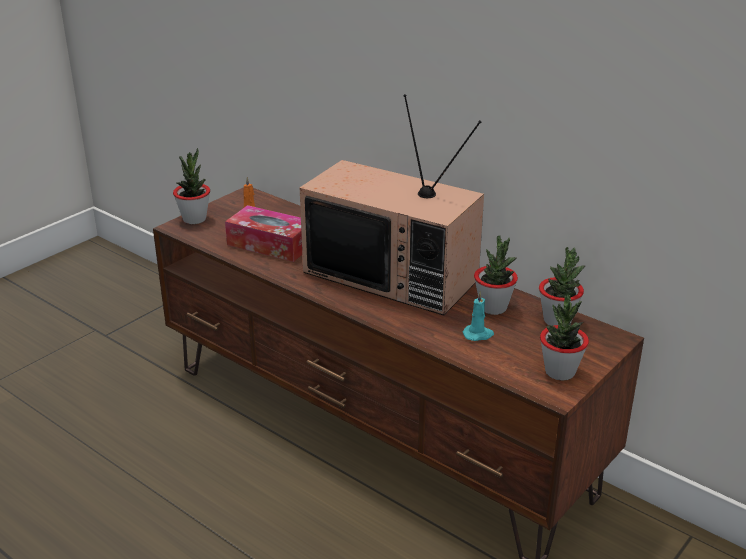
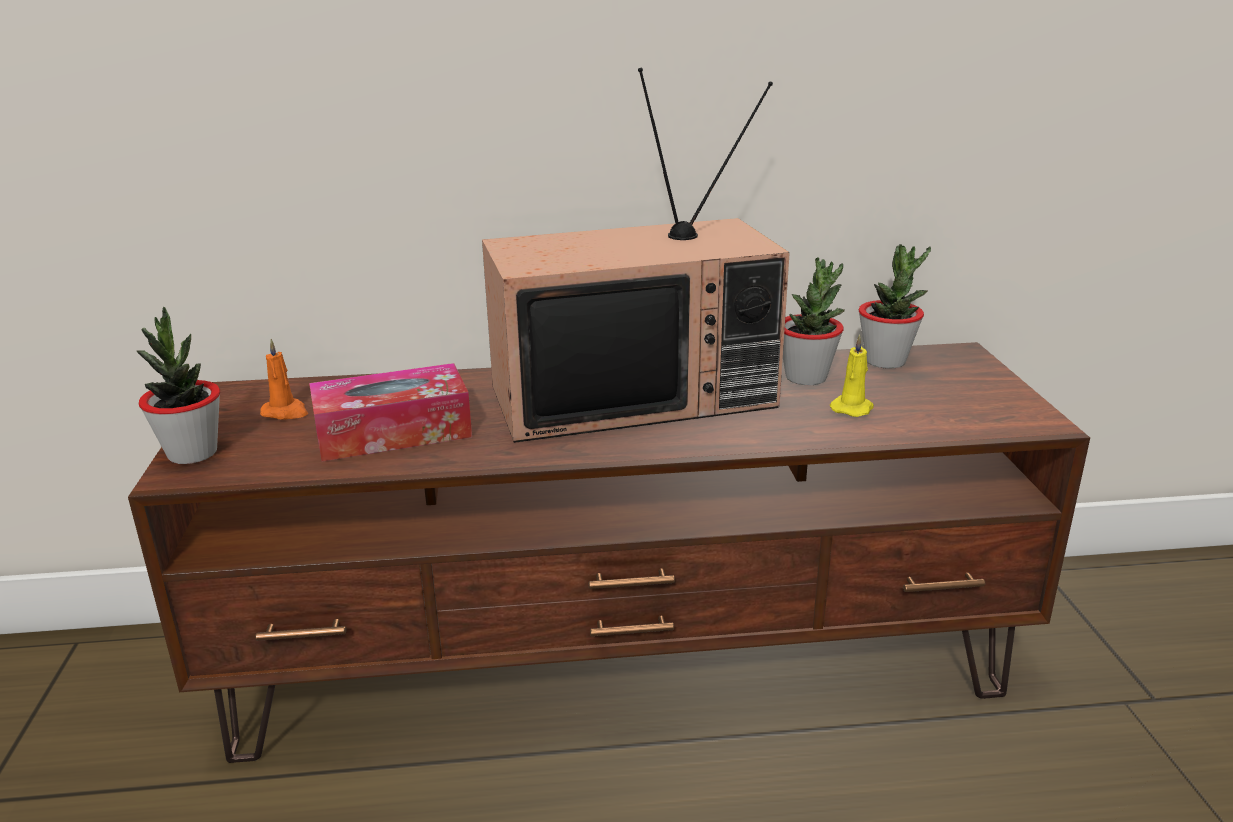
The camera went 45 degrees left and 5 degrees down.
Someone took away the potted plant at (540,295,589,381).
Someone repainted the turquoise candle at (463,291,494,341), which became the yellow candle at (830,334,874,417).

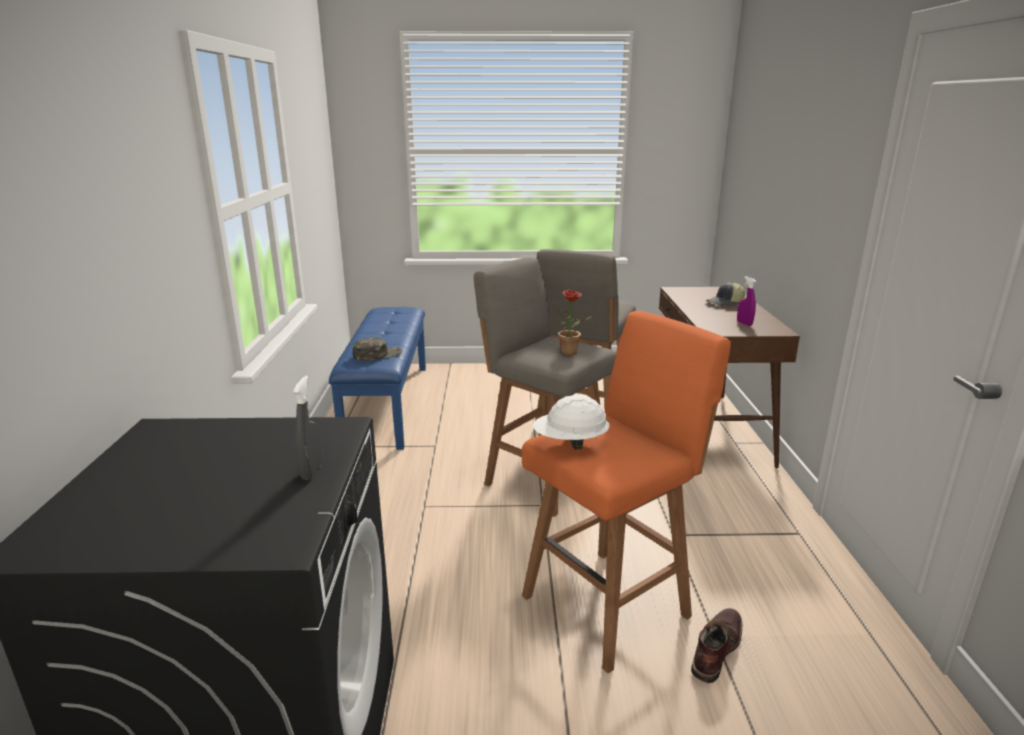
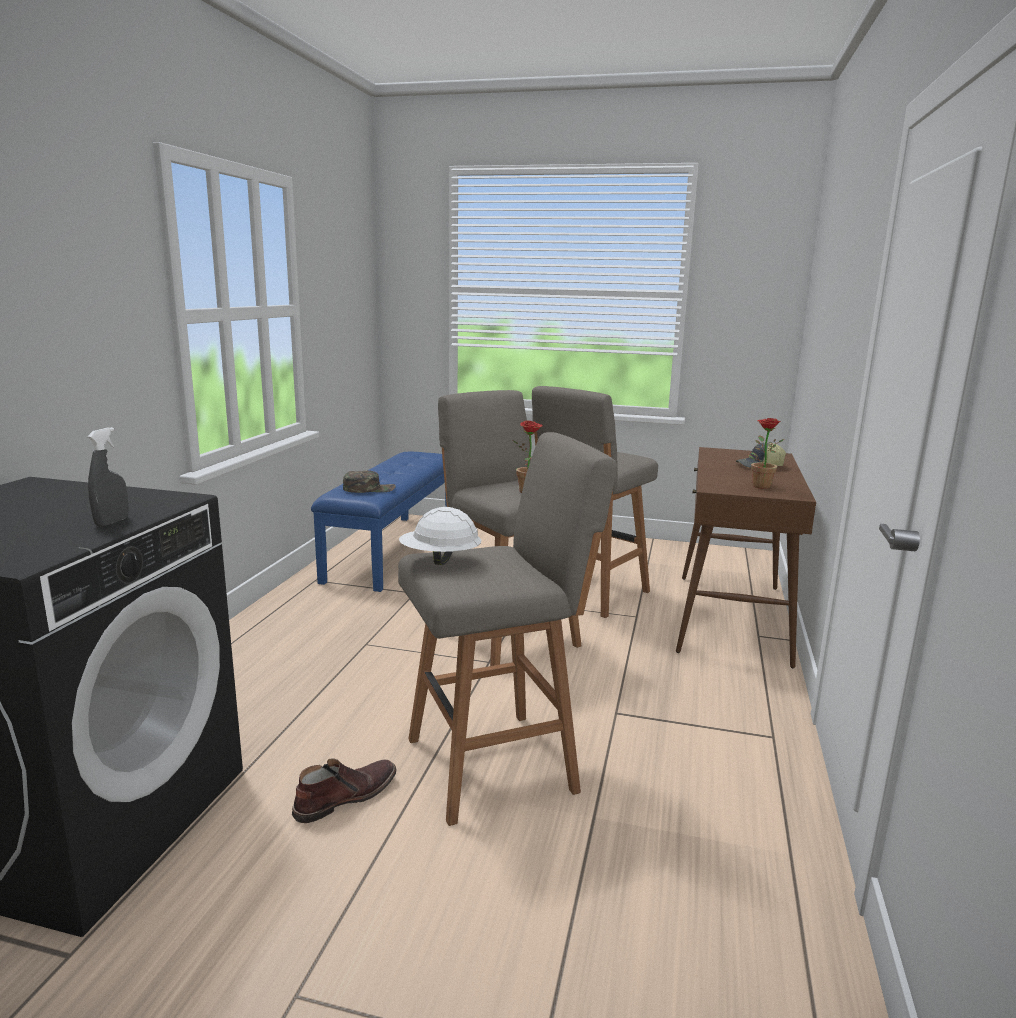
The camera went 15 degrees right and 5 degrees down.
Someone carried the brown boot from (691,608,742,683) to (292,758,396,823).
Someone swapped the purple spray bottle at (737,276,756,326) for the potted plant at (748,418,784,489).
Someone repainted the orange stool at (522,311,731,673), which became the grey stool at (398,432,617,826).

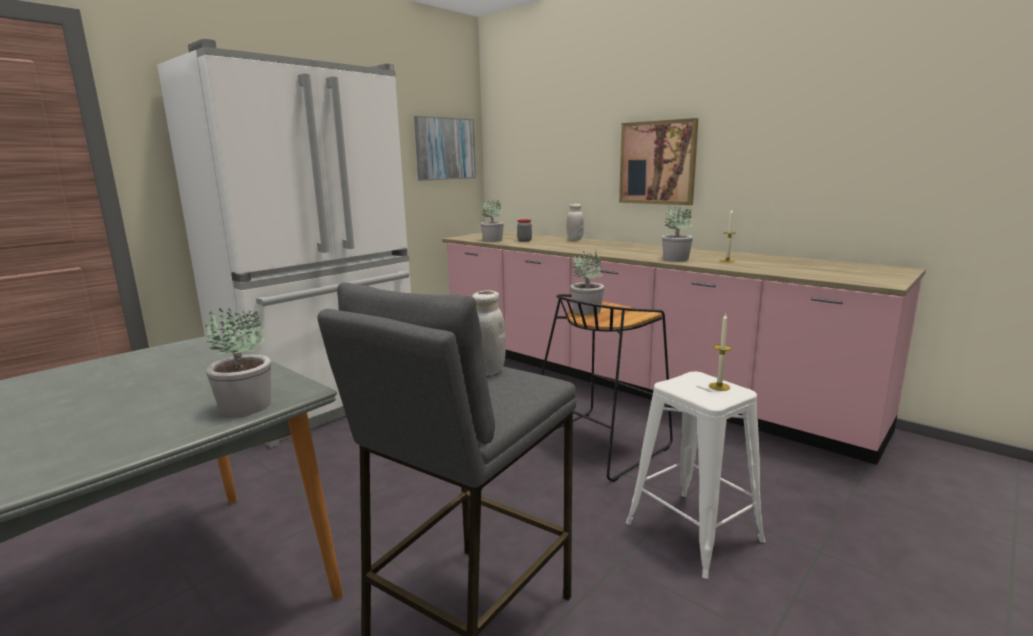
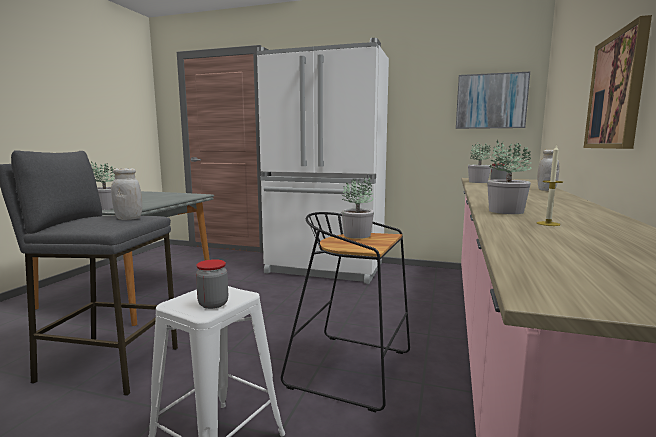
The camera went 65 degrees right and 5 degrees down.
Someone swapped the candle at (709,314,732,391) for the jar at (196,259,228,309).

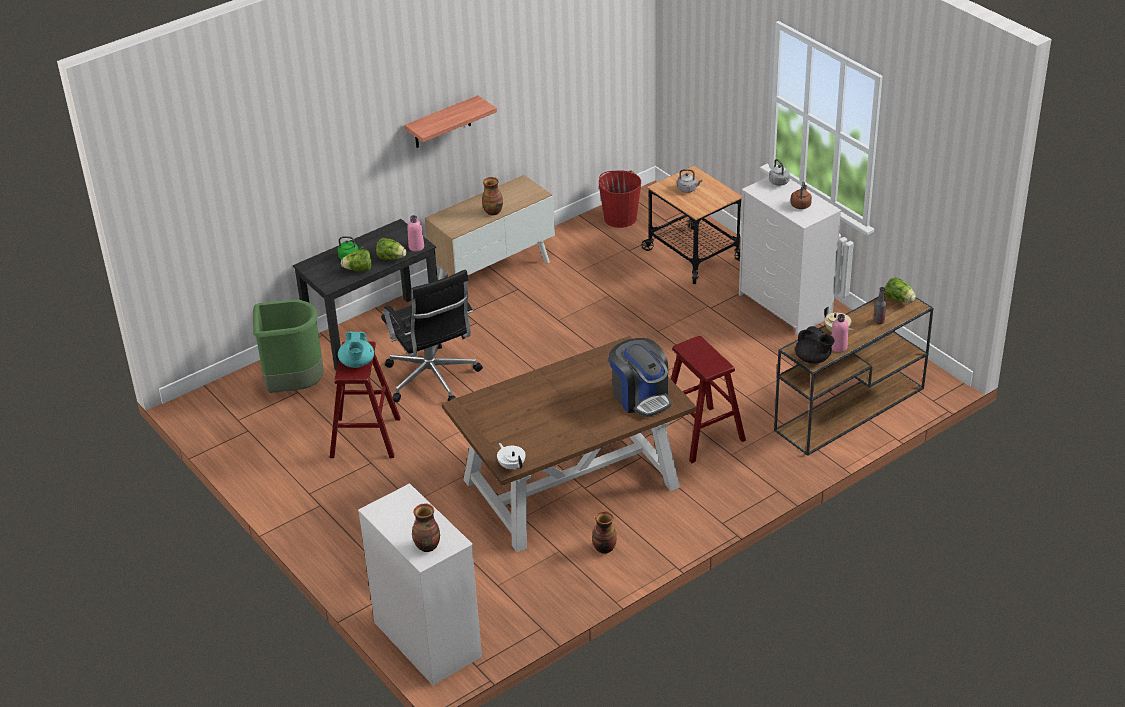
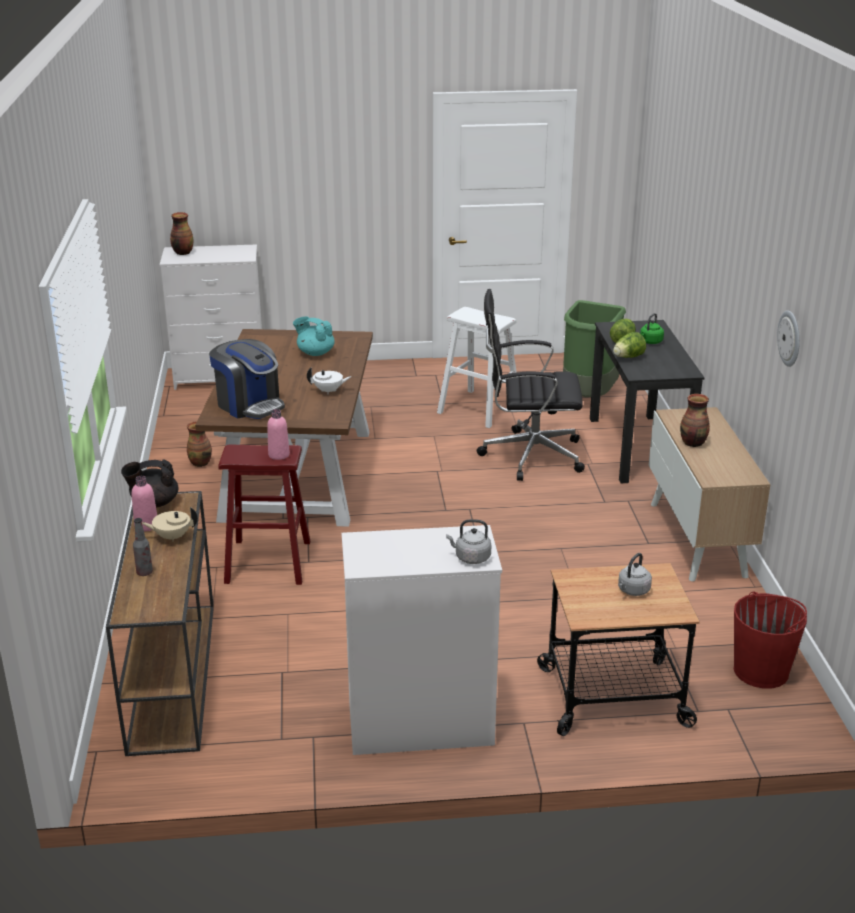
The camera went 120 degrees right and 10 degrees down.
Someone took away the shelf at (404,95,497,148).
Someone took away the brown kettle at (790,182,812,209).
Someone took away the lettuce at (885,277,916,302).
Someone put up the wall clock at (777,310,800,367).
Someone carried the turquoise teapot from (338,331,374,368) to (293,316,335,356).
Someone carried the pink bottle from (407,215,424,251) to (267,409,290,460).
Someone carried the white teapot from (497,443,525,470) to (307,367,351,393).
Someone repainted the red stool at (330,341,401,458), which became the white stool at (437,307,517,428).
Someone rotated the coffee machine at (609,338,671,417) by 135 degrees counterclockwise.

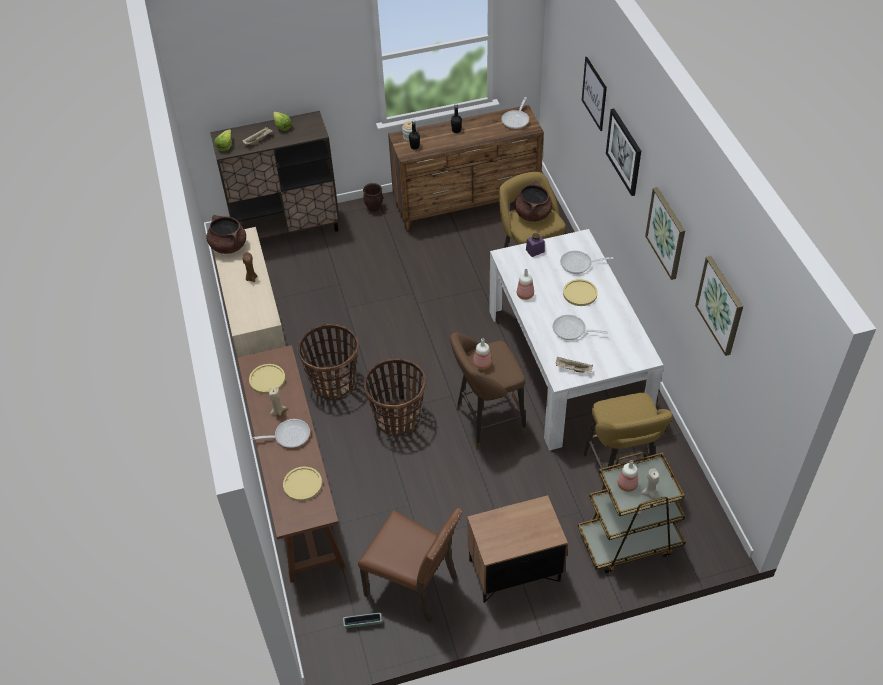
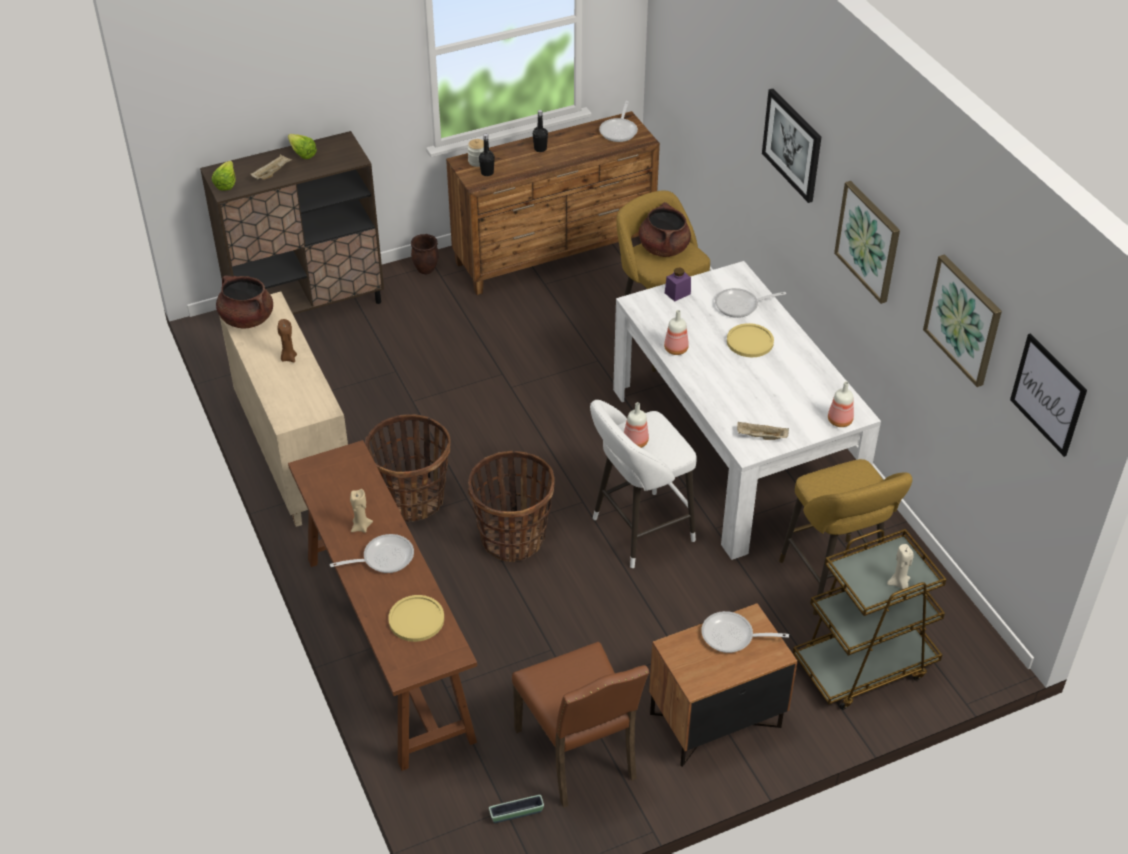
The camera went 10 degrees left and 5 degrees down.
Someone took away the yellow plate at (249,364,286,394).
Someone carried the frying pan from (552,315,608,340) to (701,611,789,653).
Someone carried the picture from (582,57,607,131) to (1010,334,1087,457).
Someone carried the bottle from (618,460,638,492) to (828,381,854,427).
Someone repainted the brown stool at (450,332,526,450), which became the white stool at (590,400,697,568).
Someone rotated the brown chair at (358,508,463,623) by 45 degrees clockwise.

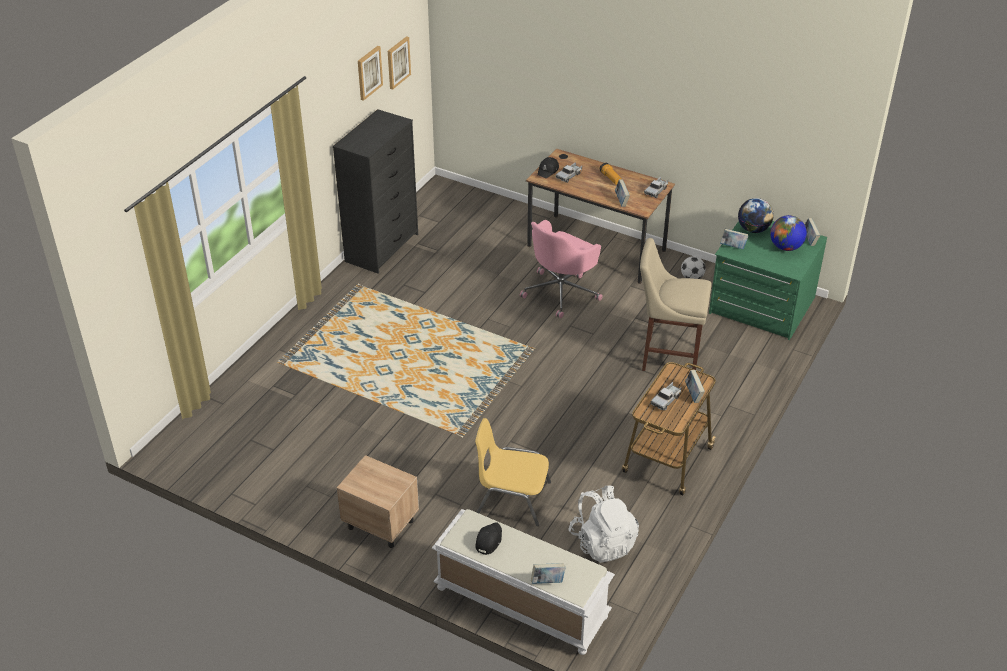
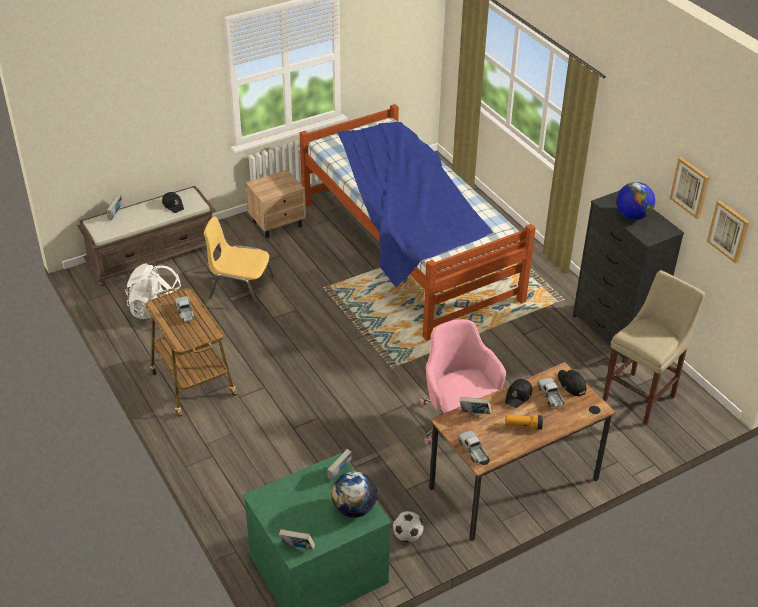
The camera went 120 degrees right and 0 degrees up.
Someone took away the book at (685,370,705,403).
Someone put down the bed at (300,104,535,341).
Someone put down the black cap at (505,379,532,408).
Someone carried the beige stool from (640,238,712,371) to (603,270,705,425).
Someone carried the globe from (770,215,807,251) to (617,182,655,220).
Someone repainted the white bench at (432,509,615,655), which became the brown bench at (77,186,217,286).
Someone rotated the yellow chair at (475,418,551,526) by 120 degrees counterclockwise.

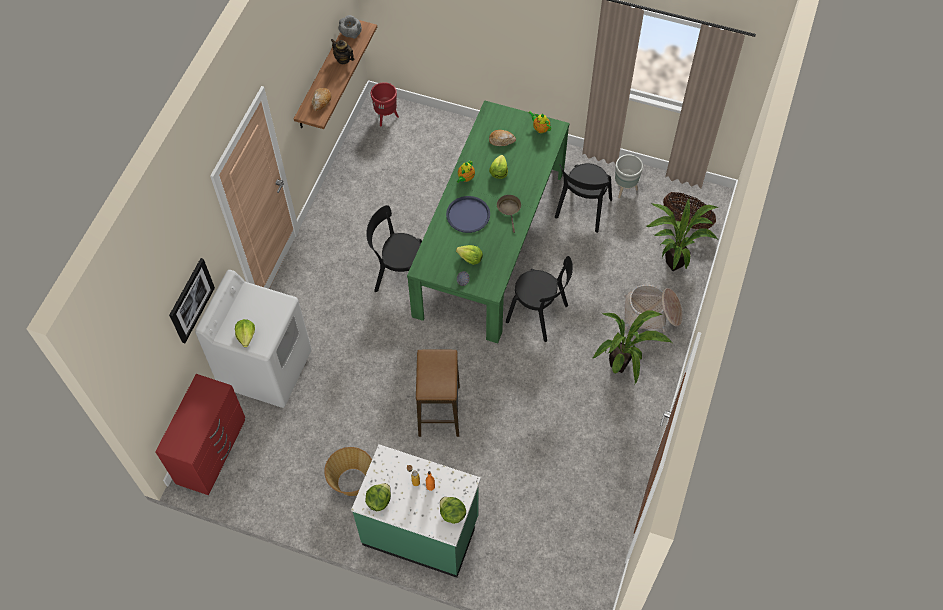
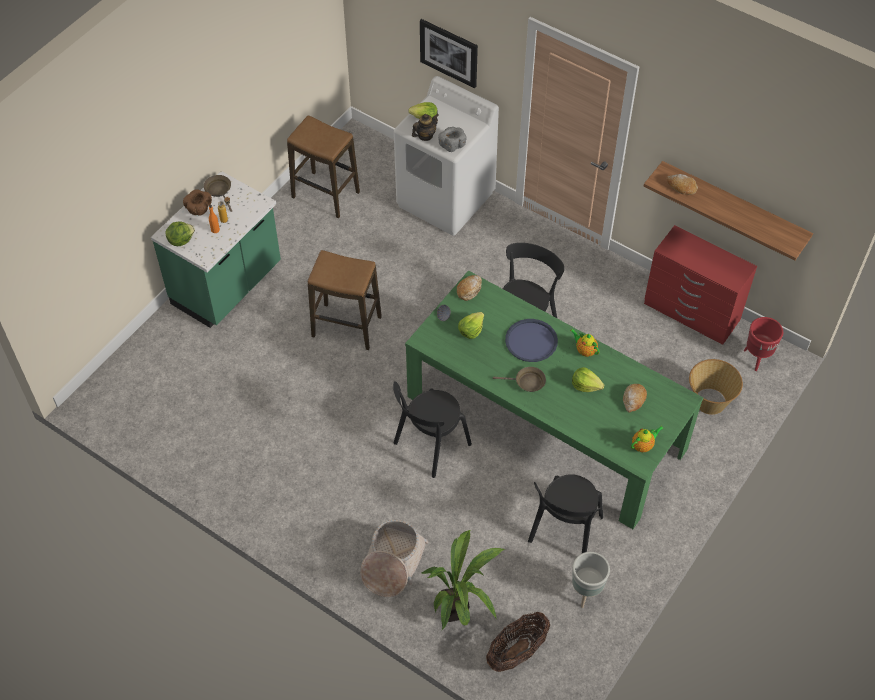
The camera went 105 degrees right and 5 degrees down.
Someone took away the potted plant at (593,311,672,384).
Someone put down the brown bowl at (183,189,212,215).
Someone put down the stool at (287,115,360,219).
Someone put down the bread at (457,275,482,301).
Someone carried the red dresser from (155,374,245,495) to (644,225,757,345).
Someone carried the basket from (324,447,372,496) to (689,359,743,415).
Someone carried the teapot from (331,39,354,64) to (412,114,439,141).
Someone carried the grey bowl from (338,15,362,39) to (438,127,467,152).
Someone swapped the lettuce at (365,483,391,511) for the brown frying pan at (204,175,232,212).
Someone rotated the black chair at (555,163,612,233) by 105 degrees counterclockwise.

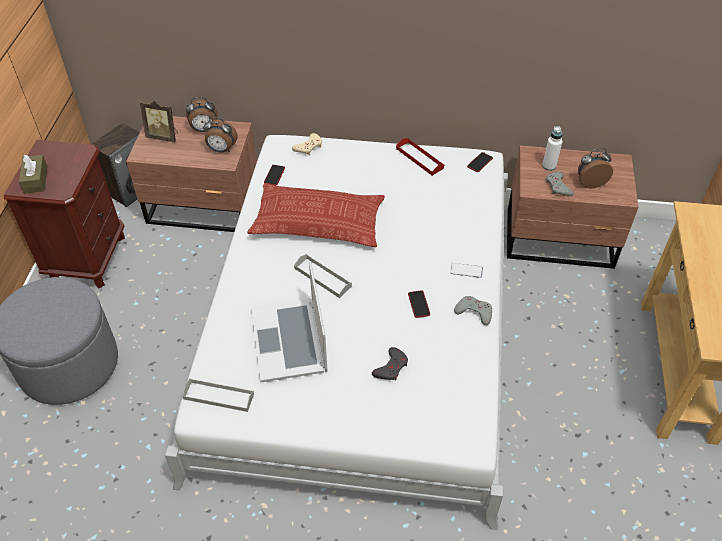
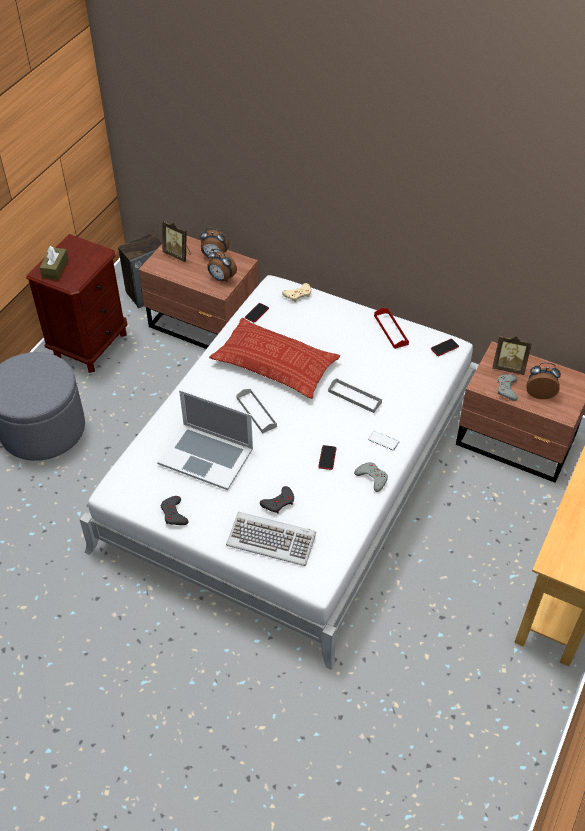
The camera went 20 degrees right and 0 degrees up.
Someone put down the grey game controller at (161,496,189,525).
Someone put down the keyboard at (226,512,316,566).
Someone carried the grey tray from (183,379,254,412) to (328,378,382,413).
Someone swapped the white bottle at (542,126,563,171) for the picture frame at (492,336,532,375).
Someone rotated the laptop at (251,261,327,383) by 75 degrees counterclockwise.

